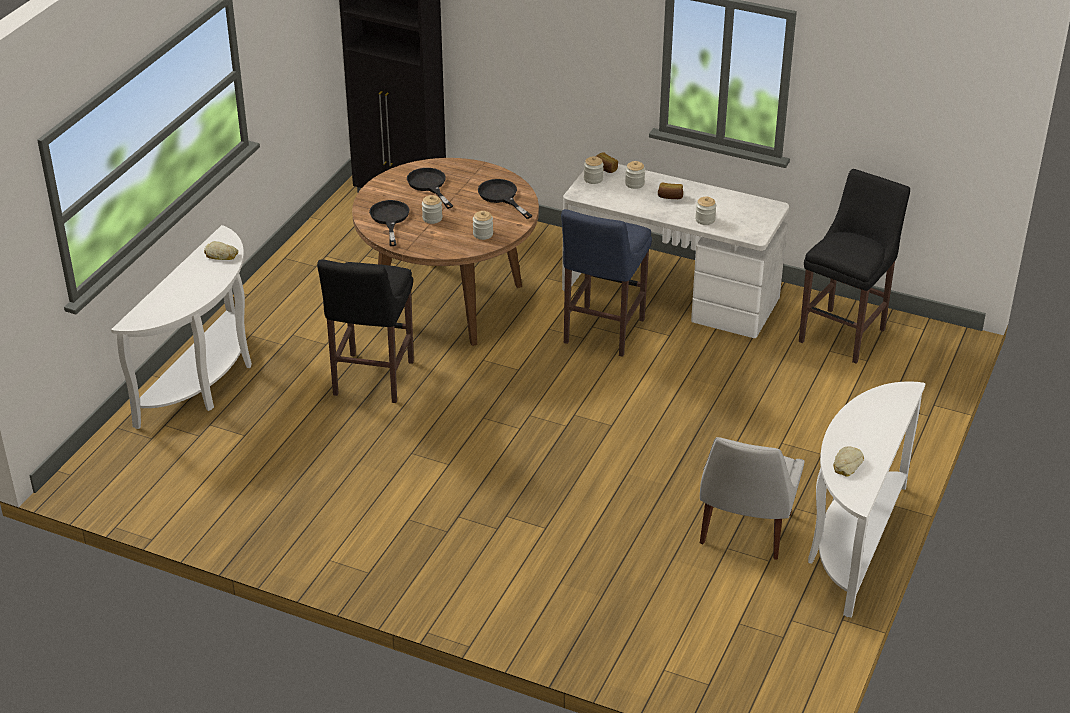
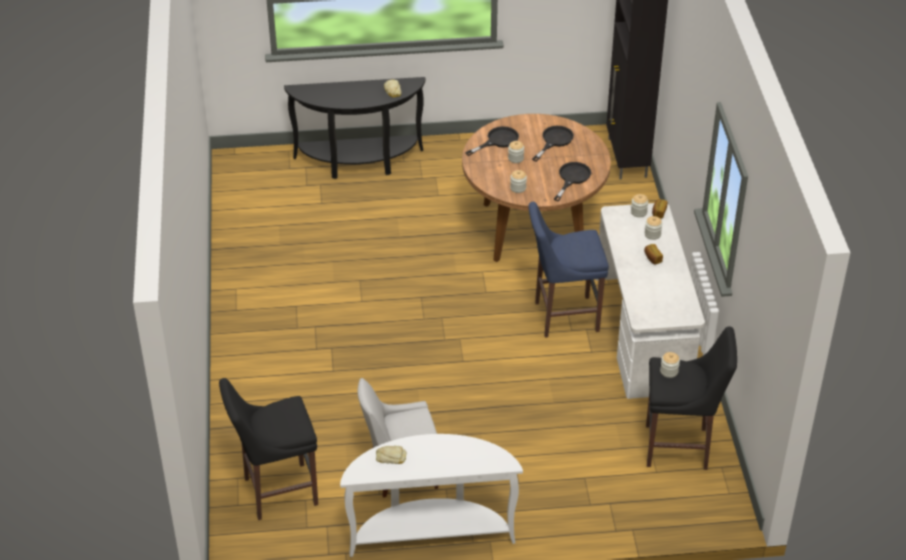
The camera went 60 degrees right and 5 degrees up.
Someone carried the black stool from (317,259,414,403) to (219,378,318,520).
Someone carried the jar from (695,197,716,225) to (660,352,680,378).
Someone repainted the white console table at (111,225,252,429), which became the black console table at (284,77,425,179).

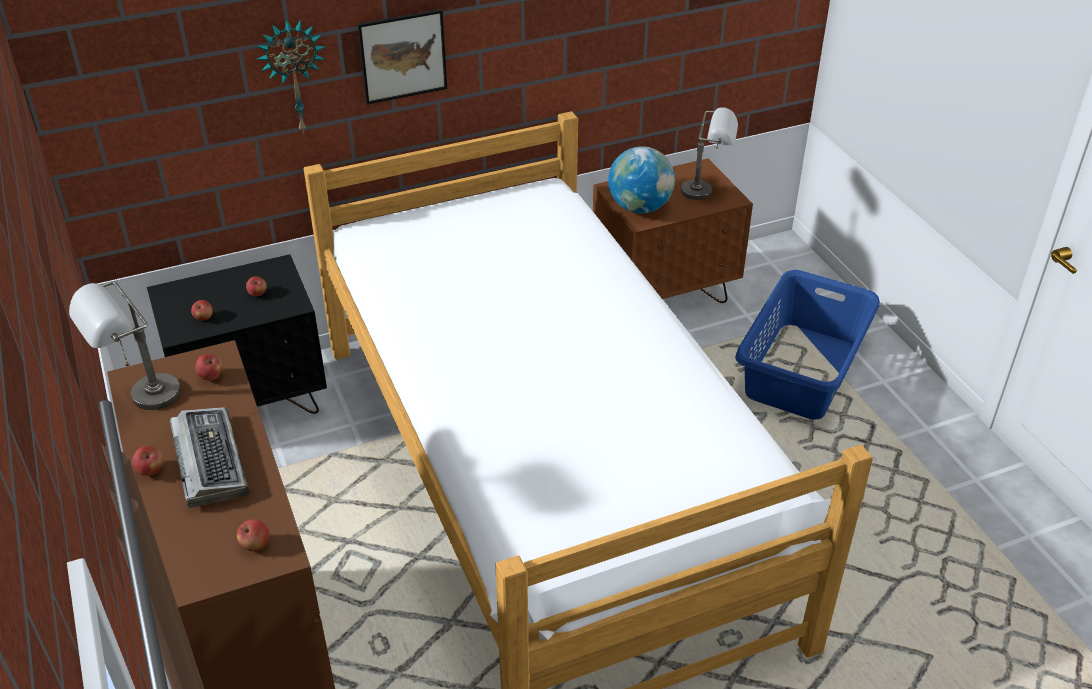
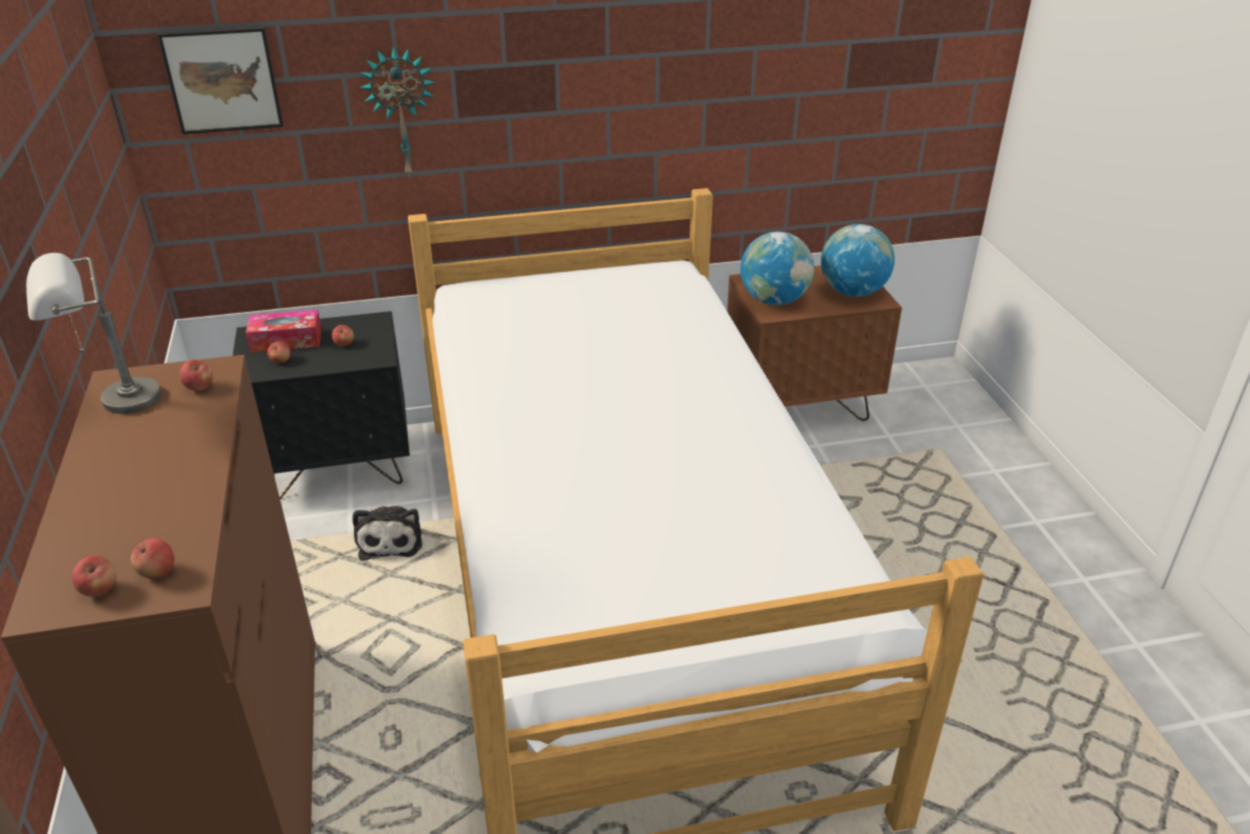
The camera went 10 degrees right and 5 degrees down.
Someone took away the keyboard at (170,407,249,508).
Someone took away the blue laundry basket at (735,270,880,420).
Someone put down the tissue box at (246,310,322,353).
Someone put down the plush toy at (352,506,423,560).
Someone carried the apple from (132,446,163,476) to (72,555,117,597).
Someone carried the picture from (357,9,447,104) to (158,27,283,134).
Someone swapped the grey table lamp at (681,107,738,200) for the globe at (821,224,895,297).

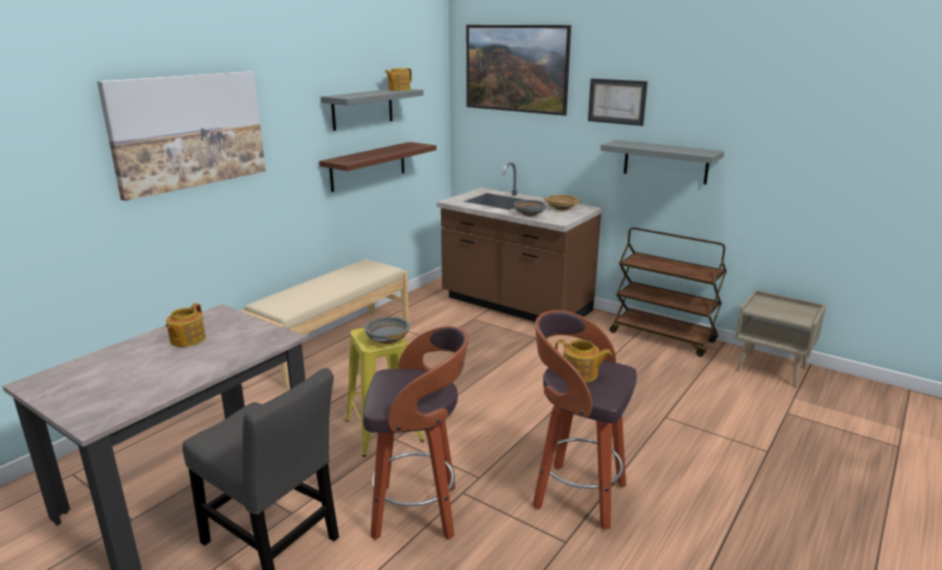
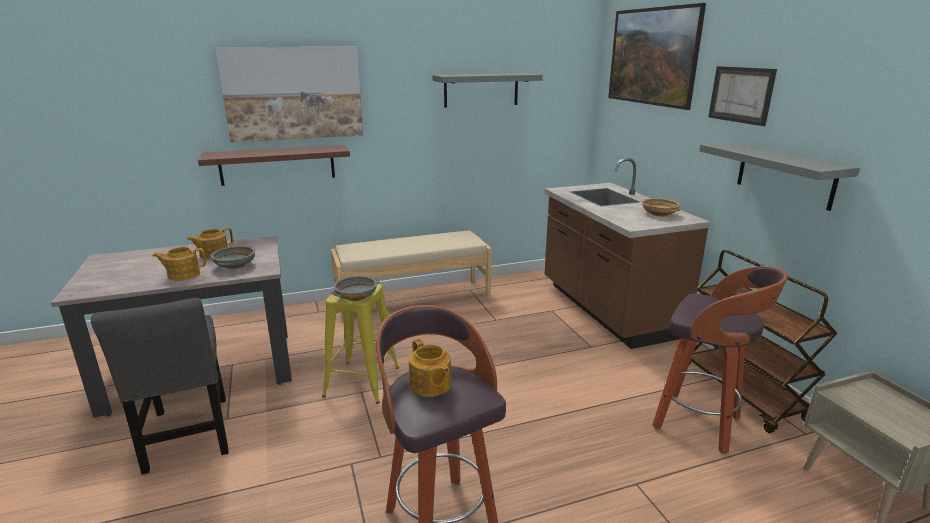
The camera went 35 degrees right and 0 degrees up.
Someone carried the brown shelf from (319,142,436,192) to (198,145,350,186).
Someone carried the stool from (363,326,469,540) to (652,266,788,454).
Someone carried the teapot from (385,68,412,91) to (152,247,206,281).
Someone carried the grey bowl from (514,200,546,216) to (211,246,256,269).

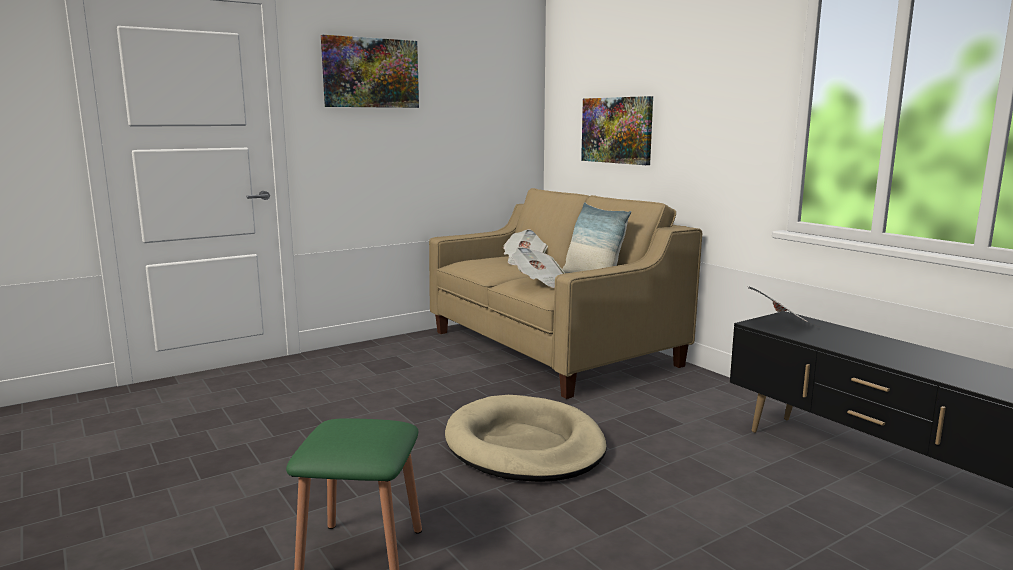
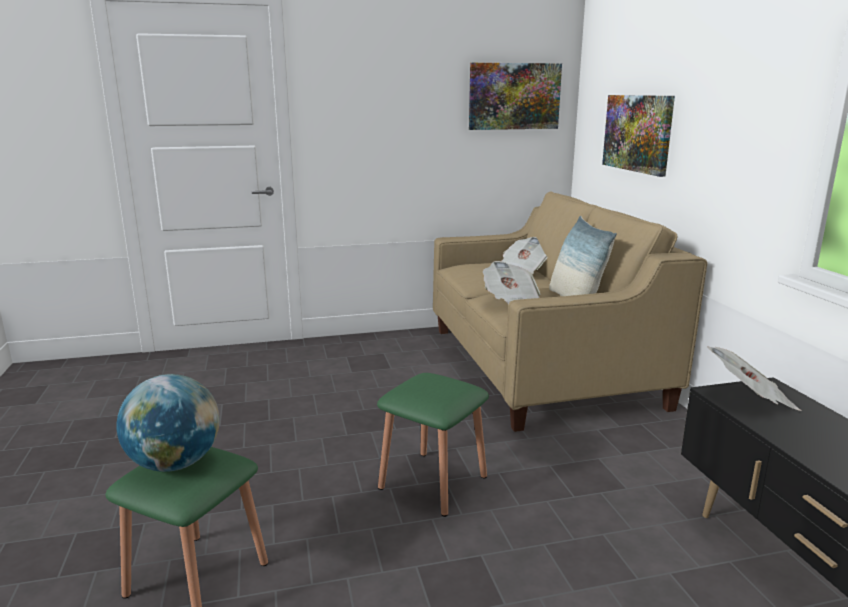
The camera went 20 degrees right and 5 degrees up.
Someone put down the globe at (116,374,220,472).
Someone carried the picture from (321,35,419,108) to (469,63,562,130).
Someone swapped the beige dog bed at (445,395,607,482) for the green stool at (377,373,489,517).

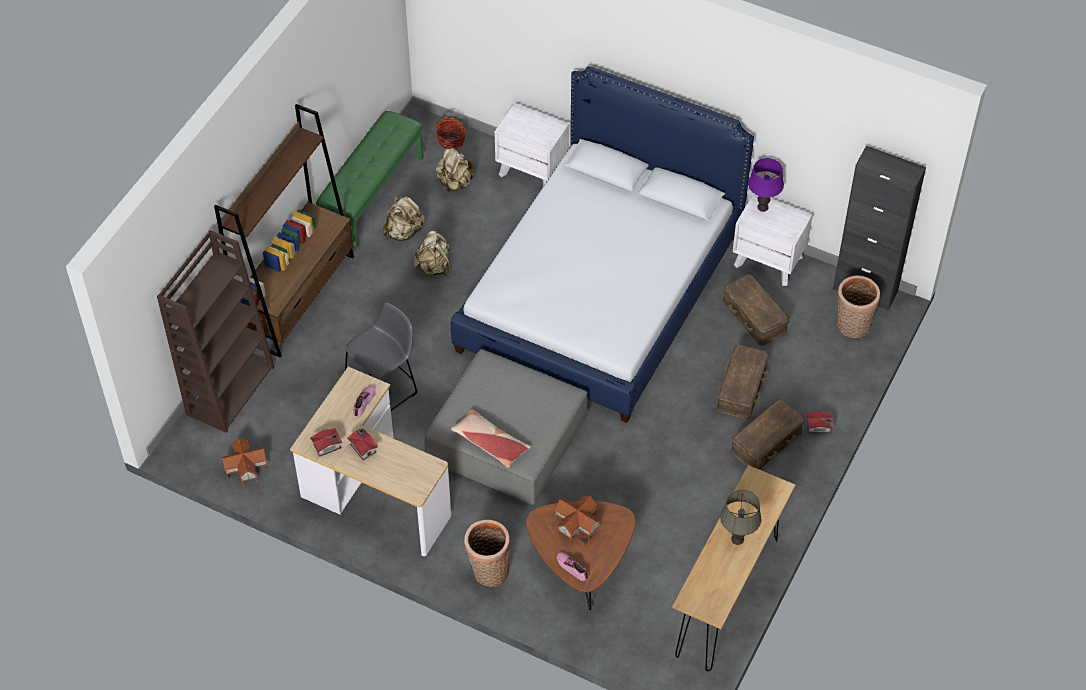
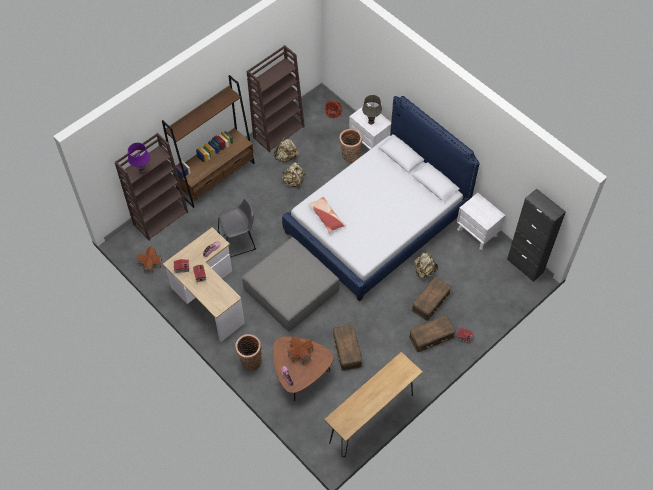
The camera went 20 degrees right and 5 degrees up.
Someone carried the beige backpack from (436,147,475,193) to (414,253,438,278).
Someone carried the pillow from (451,409,530,468) to (308,197,346,233).
Someone carried the grey table lamp from (720,490,762,545) to (362,95,382,124).
Someone carried the brown storage box from (722,274,789,346) to (333,324,362,371).
Someone carried the purple table lamp from (748,158,784,212) to (128,143,150,174).
Someone carried the basket from (837,276,880,338) to (339,129,362,163).
Someone swapped the green bench at (316,111,424,249) for the brown bookcase at (247,45,305,152).

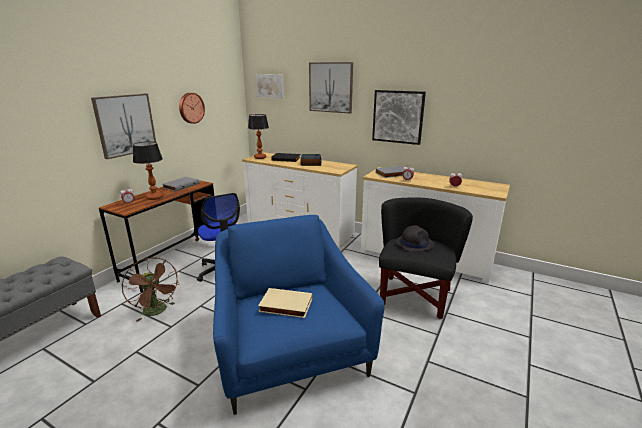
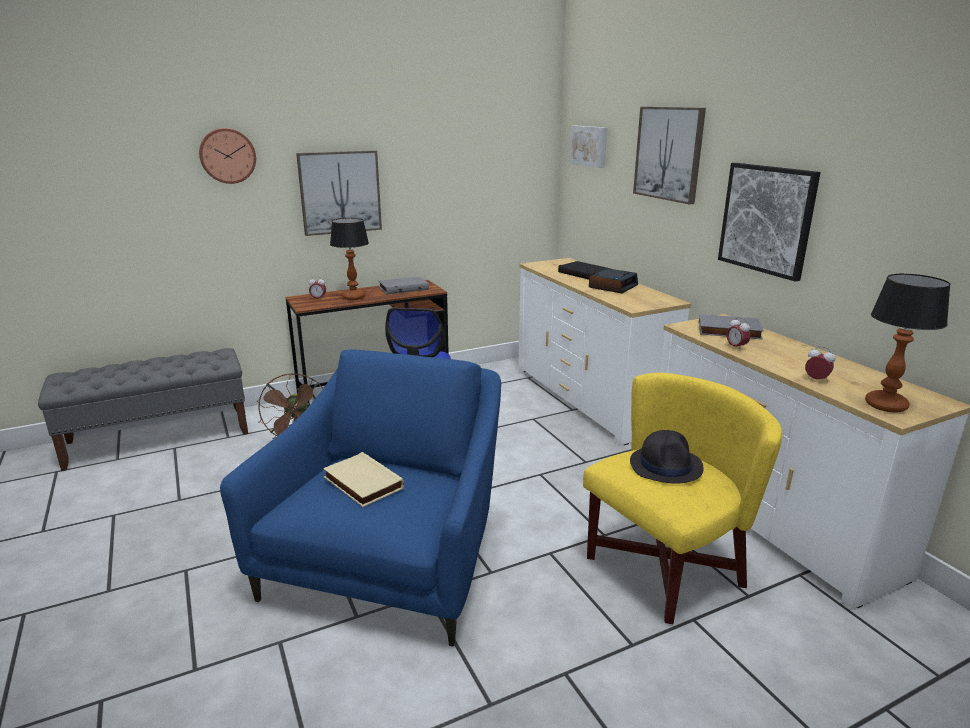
The camera went 35 degrees right and 0 degrees up.
Someone carried the wall clock from (179,93,205,124) to (199,128,256,184).
Someone carried the table lamp from (248,114,269,159) to (865,274,951,412).
Someone repainted the black armchair at (379,197,473,319), which became the yellow armchair at (583,373,782,624).

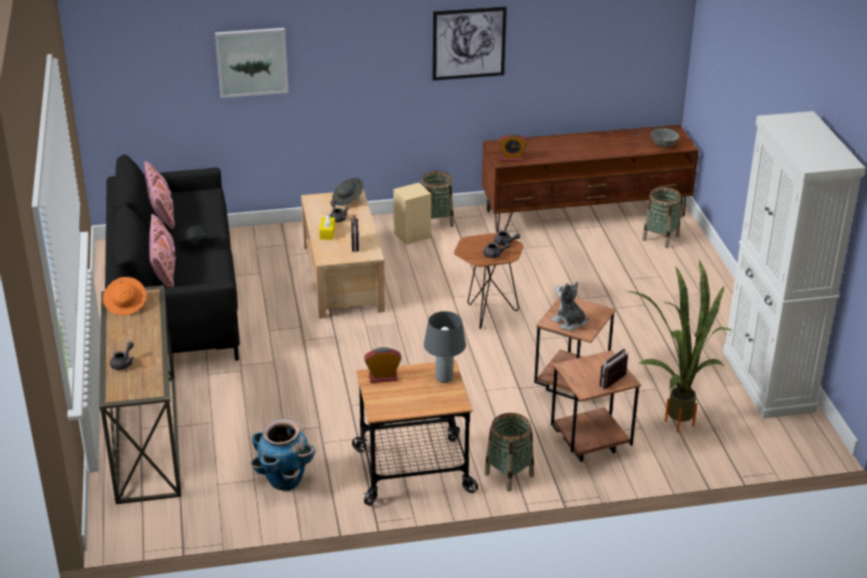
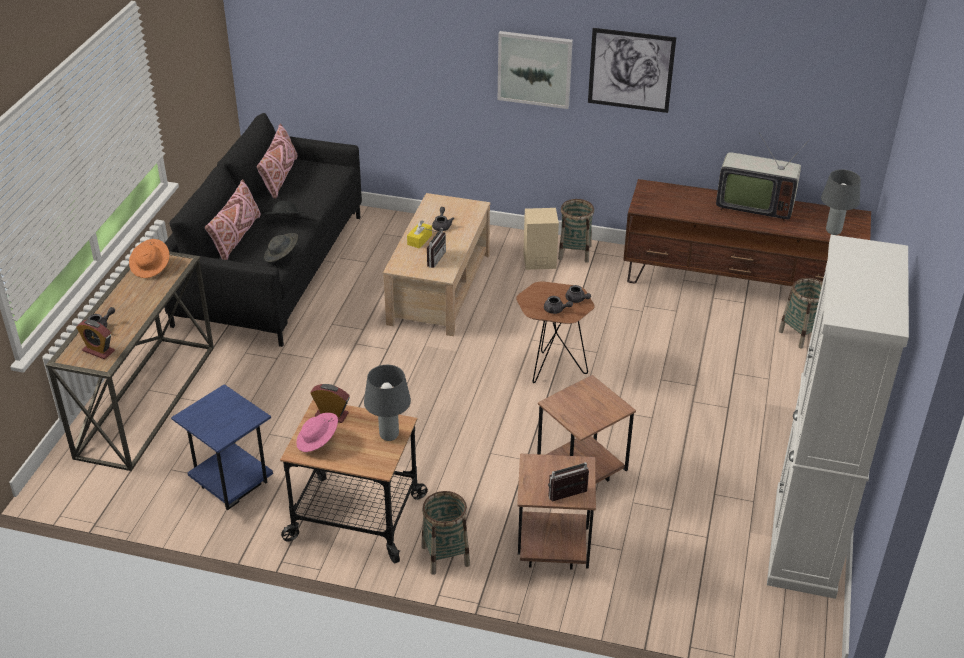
The camera went 25 degrees right and 5 degrees up.
Someone took away the plush toy at (551,282,589,330).
Someone took away the potted plant at (627,260,734,433).
Someone put down the pink hat at (297,413,338,452).
Someone put down the television at (716,133,810,222).
Someone carried the picture from (215,28,289,98) to (498,31,573,109).
Someone carried the grey hat from (332,178,364,206) to (264,233,298,262).
Someone carried the alarm clock from (499,133,527,162) to (76,320,115,359).
Someone swapped the planter at (251,419,316,491) for the blue side table at (171,384,273,510).
Someone swapped the grey bowl at (651,128,680,148) for the grey table lamp at (821,169,861,235).

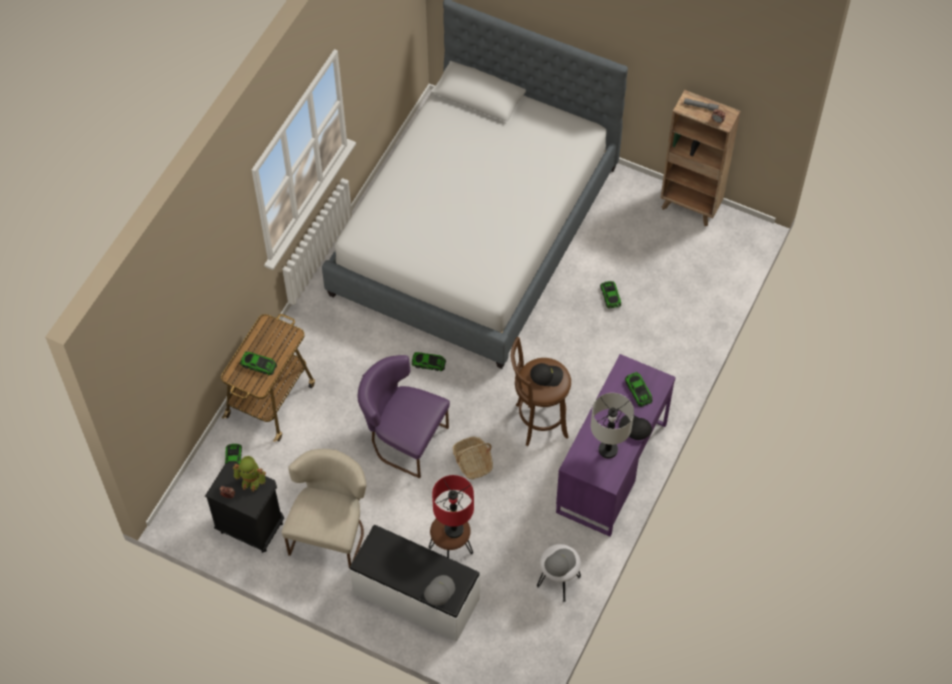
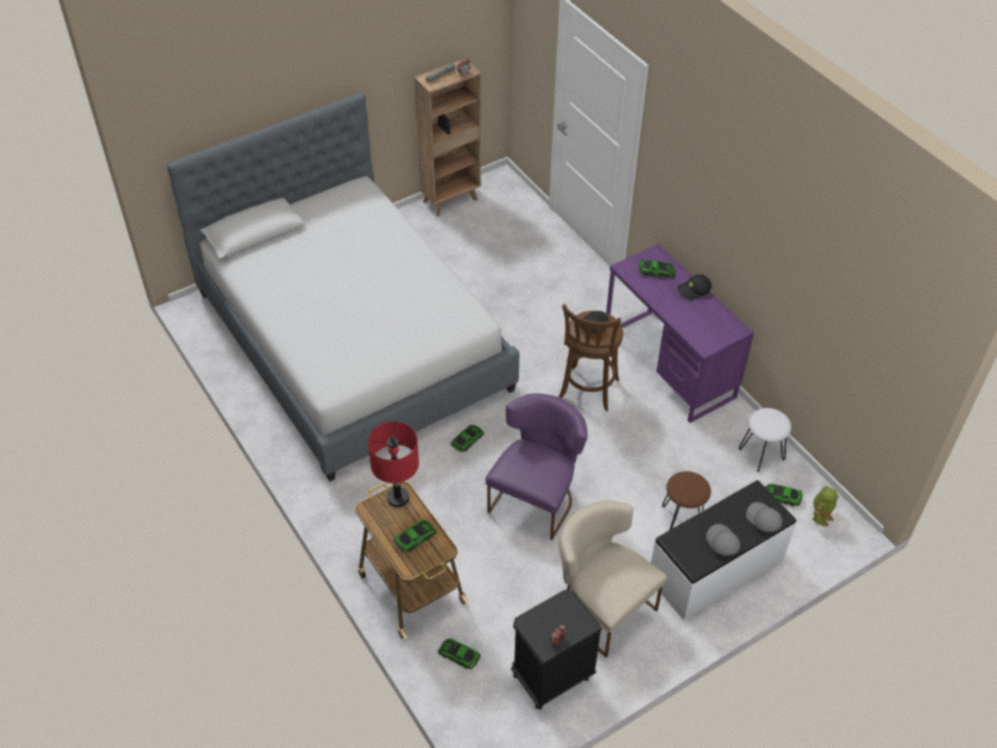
The camera went 60 degrees left and 10 degrees down.
Someone took away the basket at (453,436,493,479).
Someone took away the grey table lamp at (591,393,634,459).
Someone carried the toy robot from (233,456,266,492) to (812,486,839,527).
Someone carried the red table lamp from (432,475,474,538) to (368,421,419,507).
Someone carried the grey cap from (544,548,576,577) to (706,524,740,555).
Someone carried the toy car from (600,281,621,309) to (765,483,802,507).
Someone rotated the purple chair at (358,355,450,478) by 150 degrees clockwise.

